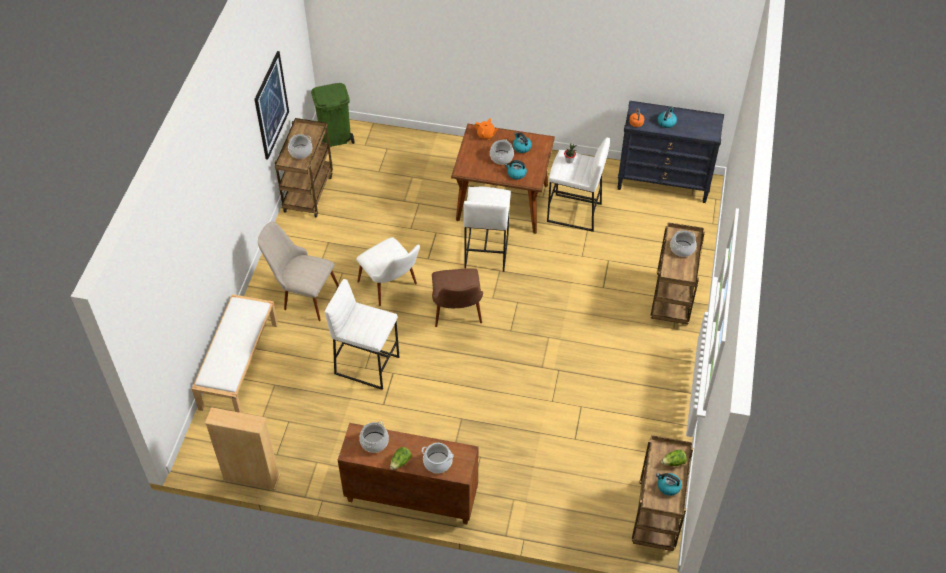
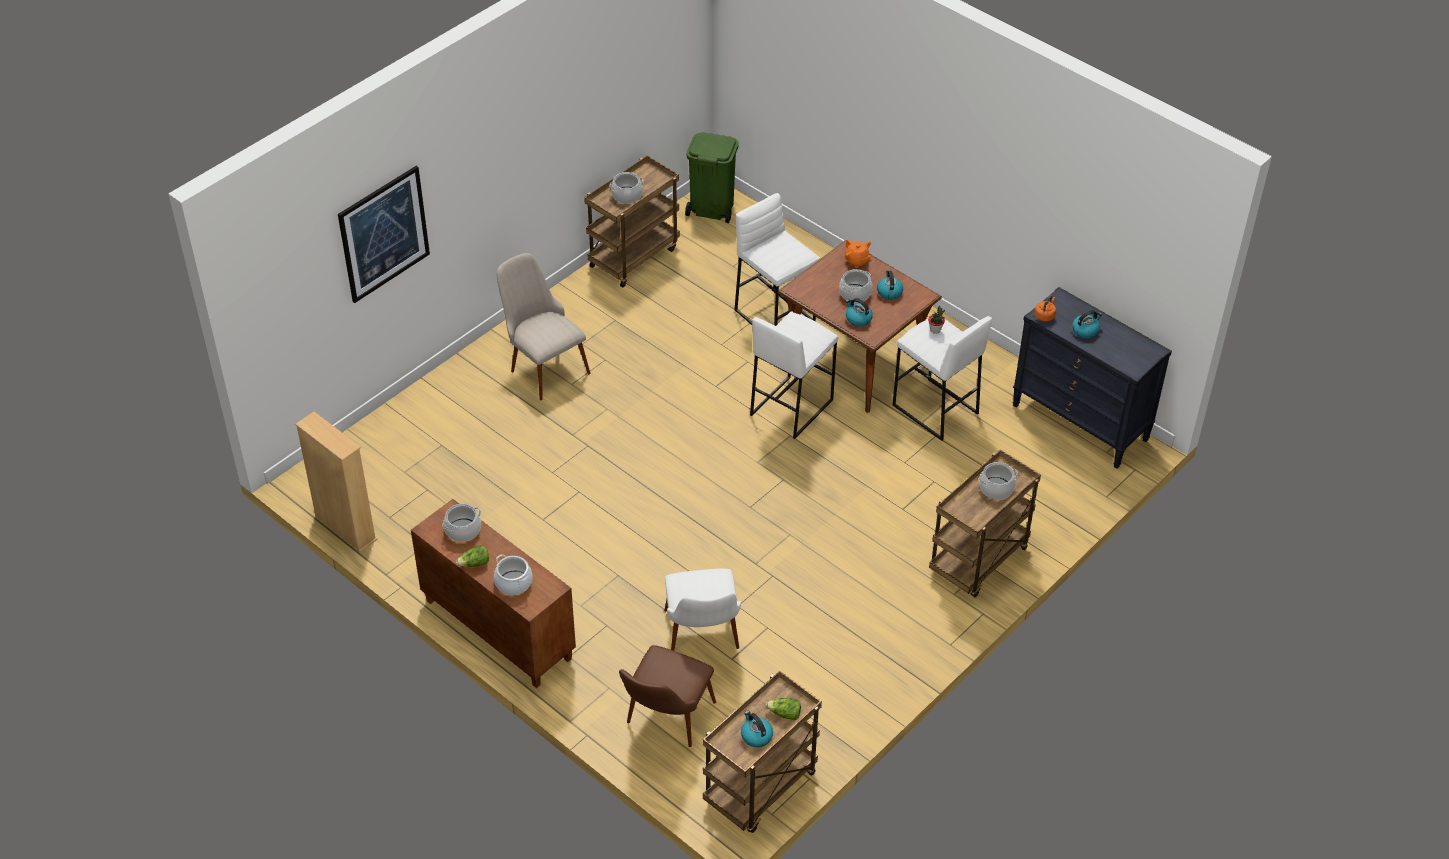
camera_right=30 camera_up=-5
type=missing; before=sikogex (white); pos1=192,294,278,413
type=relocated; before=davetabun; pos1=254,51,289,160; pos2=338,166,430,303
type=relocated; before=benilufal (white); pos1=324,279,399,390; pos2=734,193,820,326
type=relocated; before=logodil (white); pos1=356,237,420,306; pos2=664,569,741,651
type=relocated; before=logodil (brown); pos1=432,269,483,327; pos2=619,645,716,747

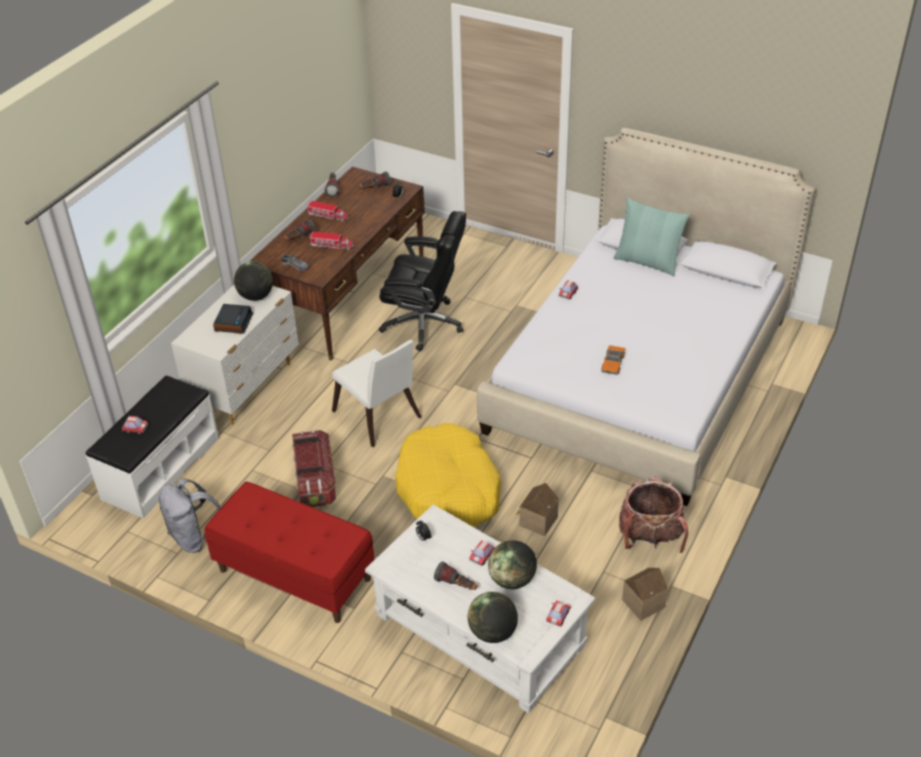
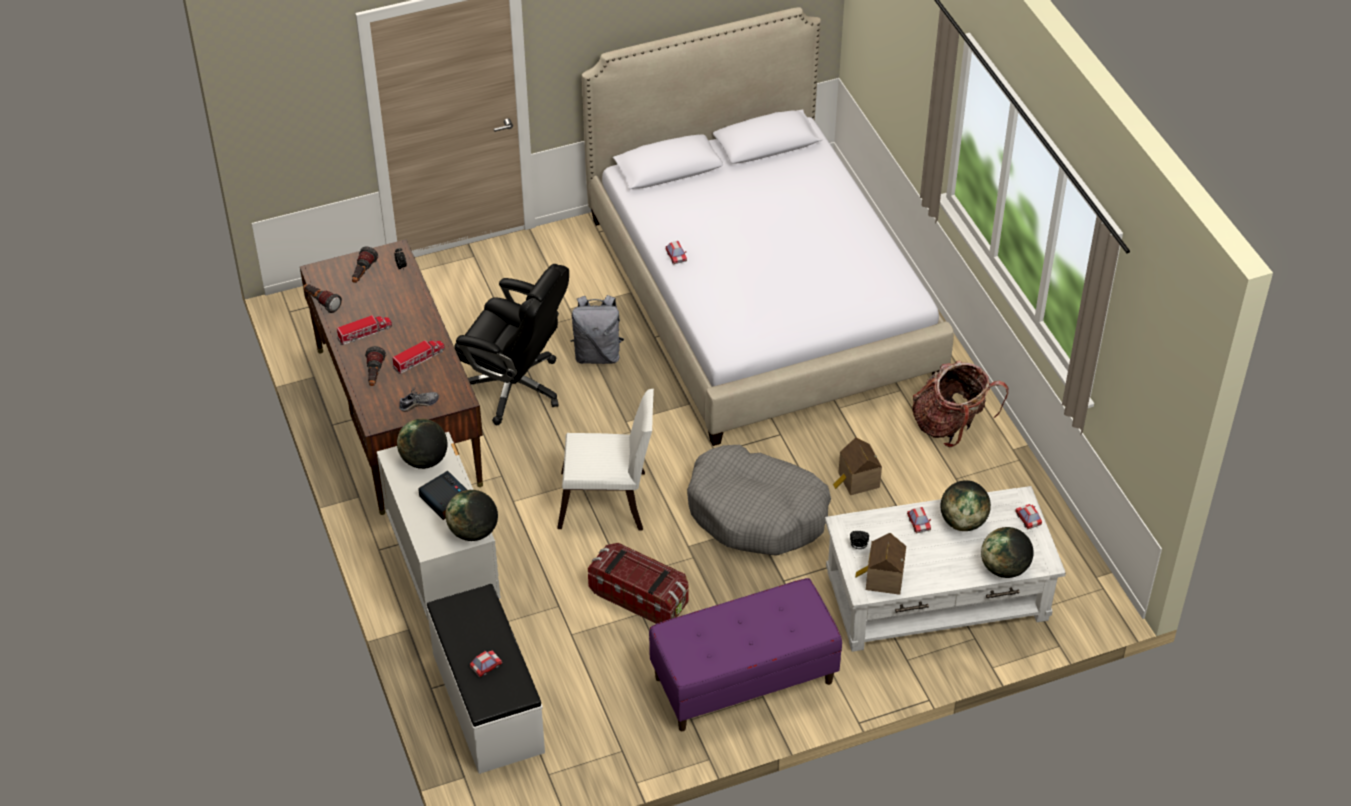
camera_right=-50 camera_up=5
type=missing; before=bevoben; pos1=434,562,477,590
type=missing; before=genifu; pos1=601,345,625,375
type=missing; before=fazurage; pos1=614,198,689,276
type=appeared; after=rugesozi; pos2=446,490,498,541
type=relocated; before=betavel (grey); pos1=159,478,221,553; pos2=571,295,624,364
type=relocated; before=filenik; pos1=622,568,668,621; pos2=855,533,906,595
type=colour; before=sikogex (red); after=sikogex (purple); pos1=204,482,374,623; pos2=649,578,842,731
type=colour; before=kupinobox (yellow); after=kupinobox (grey); pos1=395,423,501,527; pos2=687,445,831,556
type=spun; before=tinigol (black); pos1=379,211,466,352; pos2=454,264,569,425; turn=60

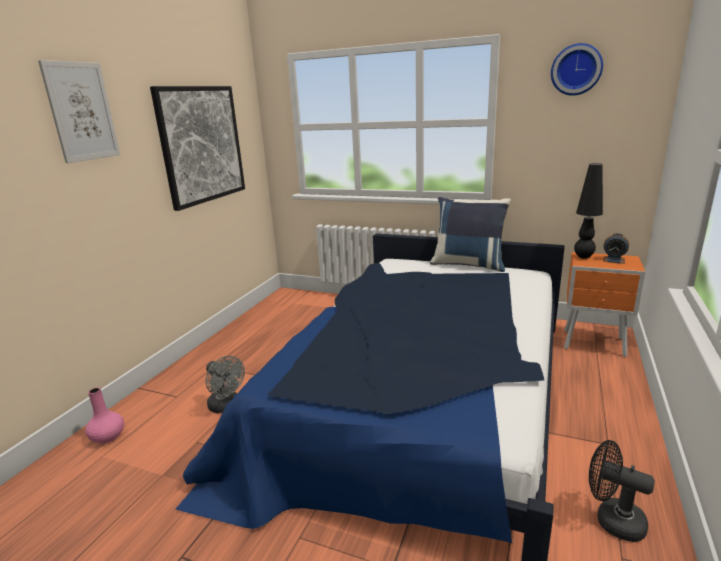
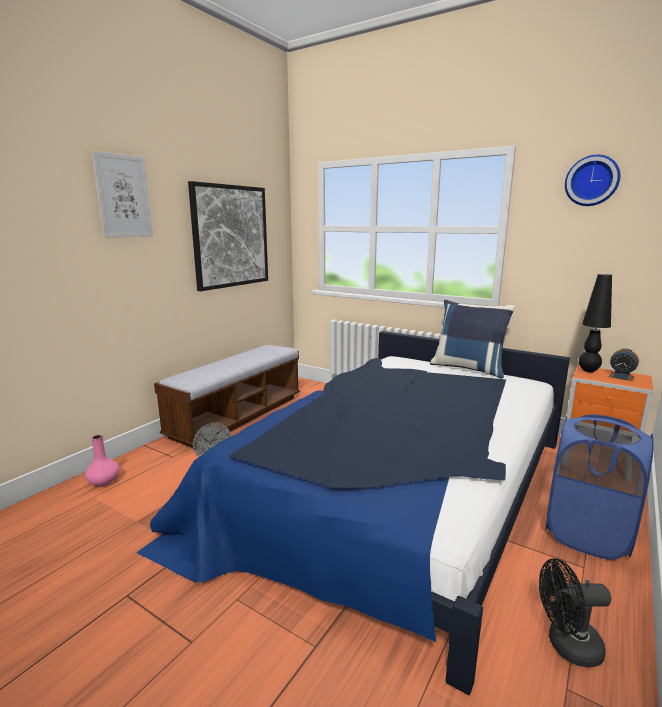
camera_right=10 camera_up=-5
type=appeared; after=sikogex; pos2=154,345,300,449
type=appeared; after=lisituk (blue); pos2=546,414,654,560
type=spun; before=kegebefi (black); pos1=589,440,655,542; pos2=539,558,611,667; turn=-45

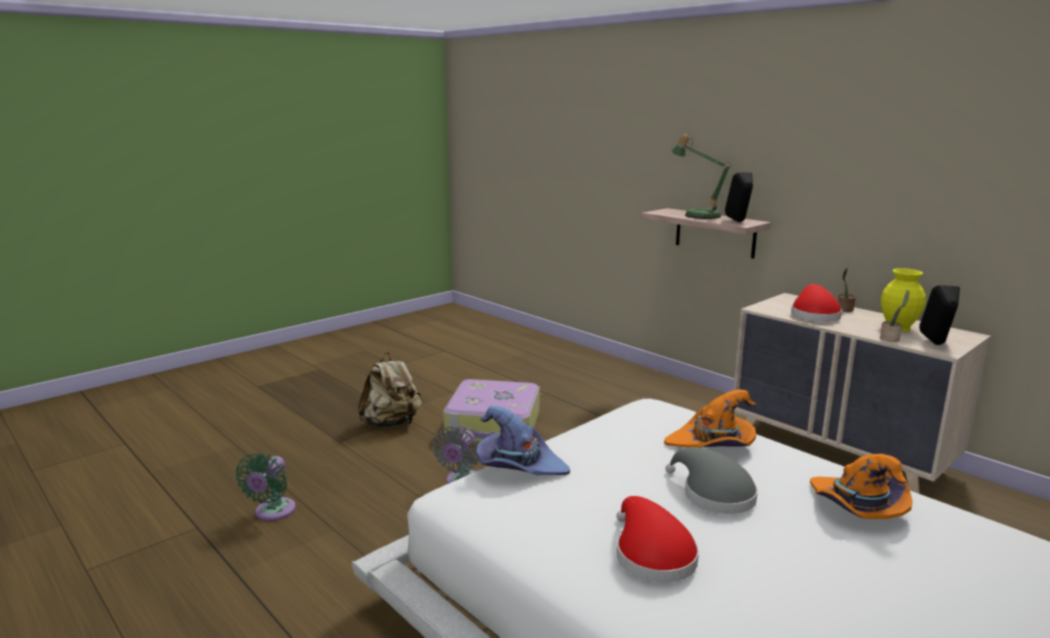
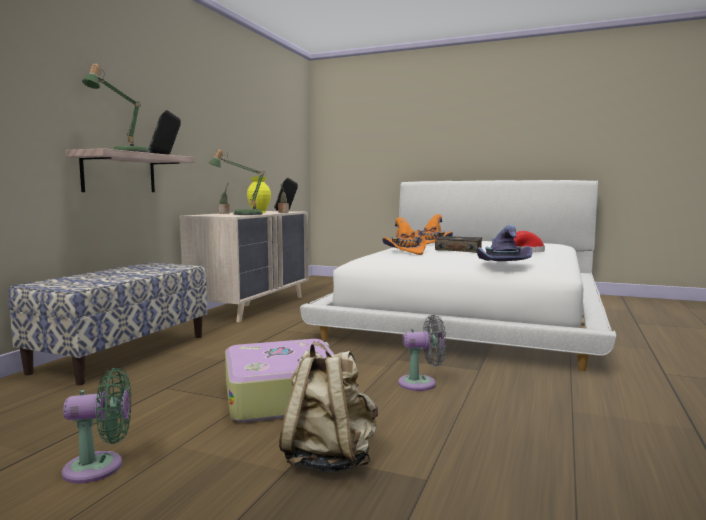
camera_right=-115 camera_up=-10
type=appeared; after=sikogex; pos2=8,262,207,385
type=relocated; before=kegebefi (green); pos1=236,453,296,521; pos2=62,368,131,484
type=exchanged; before=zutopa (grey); after=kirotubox; pos1=665,447,758,514; pos2=435,236,483,253
type=exchanged; before=zutopa (red); after=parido; pos1=791,284,842,322; pos2=209,149,265,215

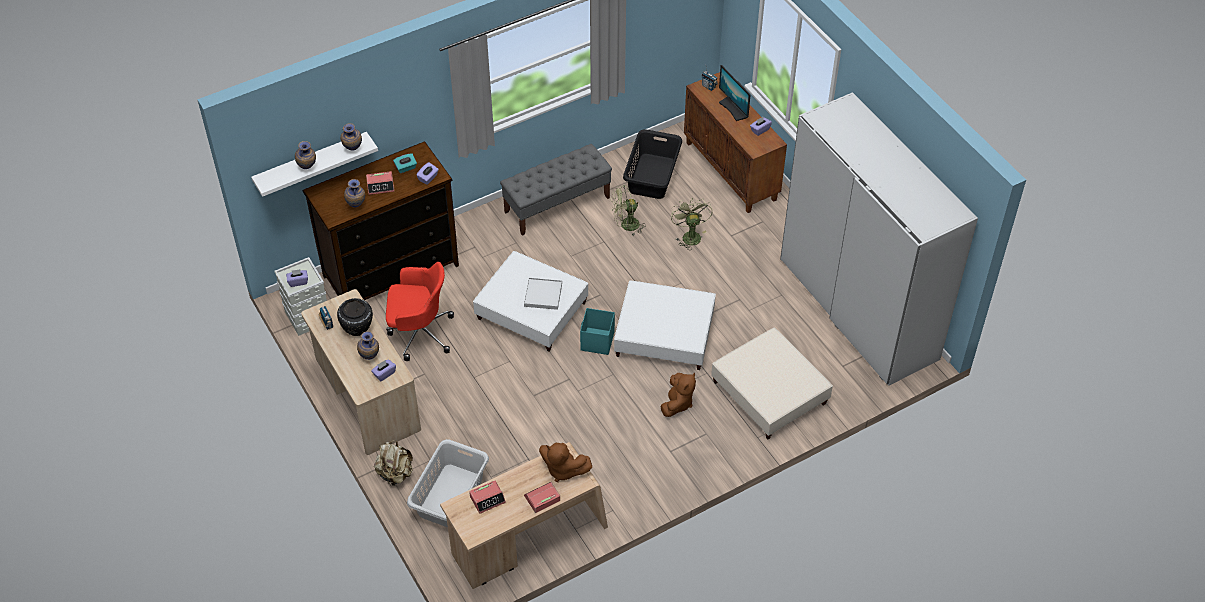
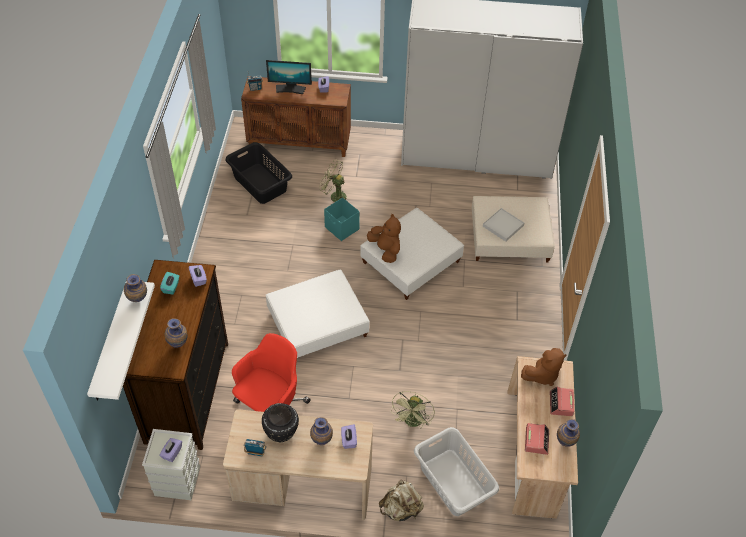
camera_right=-55 camera_up=0
type=missing; before=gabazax; pos1=366,171,394,195
type=missing; before=sikogex (grey); pos1=500,144,612,236
type=relocated; before=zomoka; pos1=295,141,316,169; pos2=557,419,580,447
type=relocated; before=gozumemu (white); pos1=524,278,562,310; pos2=483,208,524,242
type=relocated; before=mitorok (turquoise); pos1=580,308,615,355; pos2=324,197,360,241
type=relocated; before=kegebefi (green); pos1=611,185,645,236; pos2=391,391,435,429
type=relocated; before=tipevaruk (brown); pos1=660,372,696,417; pos2=367,214,401,263

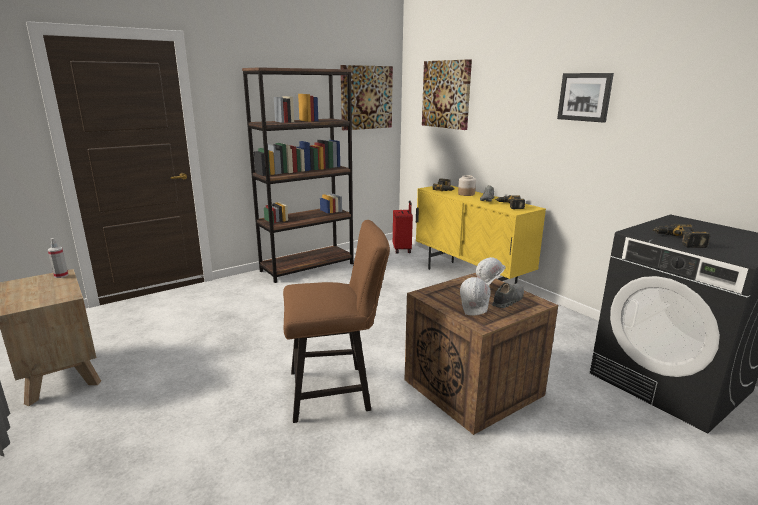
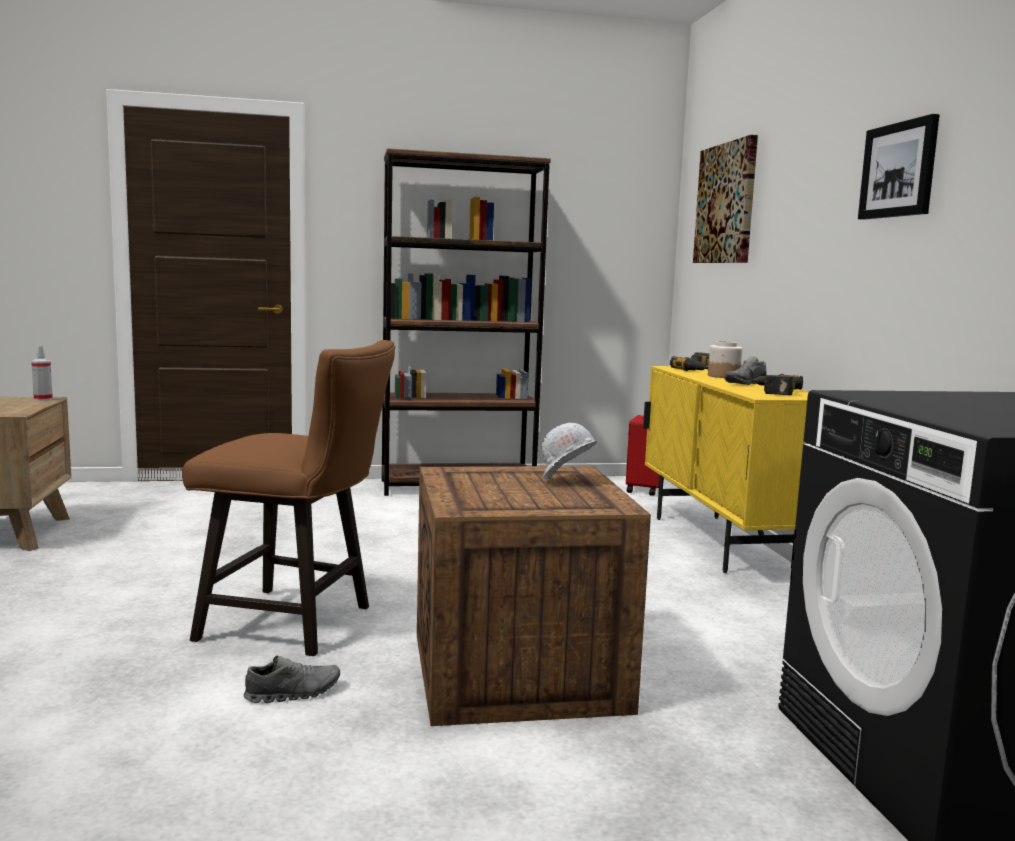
camera_right=25 camera_up=-10
type=missing; before=davetabun; pos1=340,65,393,130
type=missing; before=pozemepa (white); pos1=460,277,491,315
type=missing; before=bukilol; pos1=652,224,710,248
type=relocated; before=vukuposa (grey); pos1=492,283,524,308; pos2=244,656,340,703

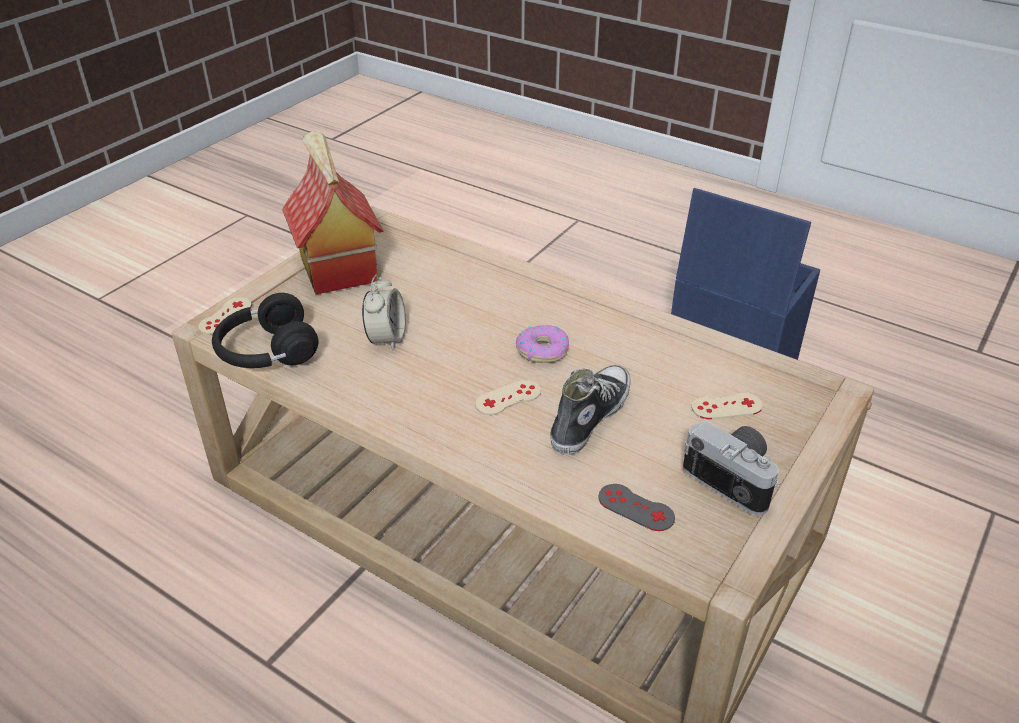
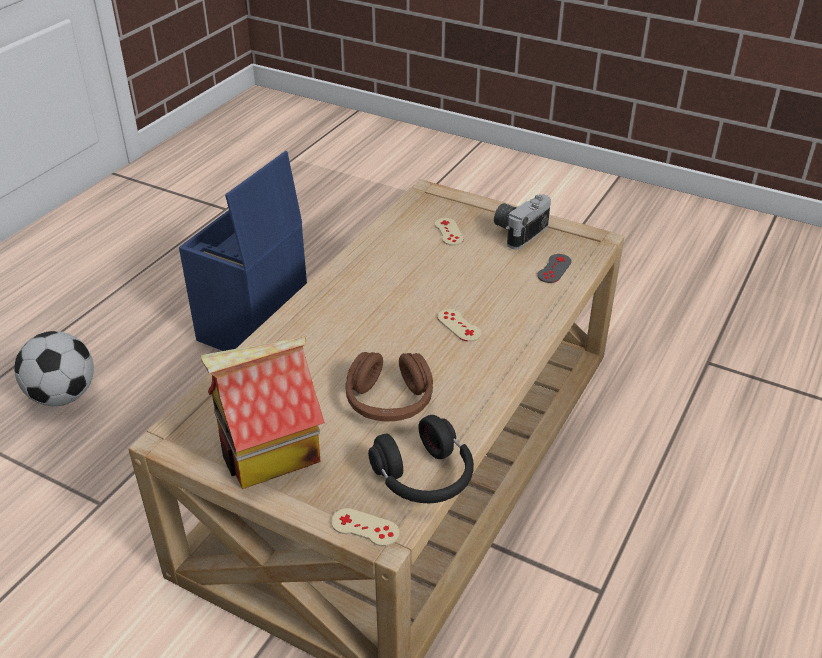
camera_right=-95 camera_up=0
type=missing; before=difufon; pos1=516,325,569,363
type=missing; before=vukuposa; pos1=550,365,631,455
type=appeared; after=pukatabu; pos2=14,331,94,406
type=exchanged; before=gabazax; after=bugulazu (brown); pos1=362,275,406,351; pos2=345,352,433,421

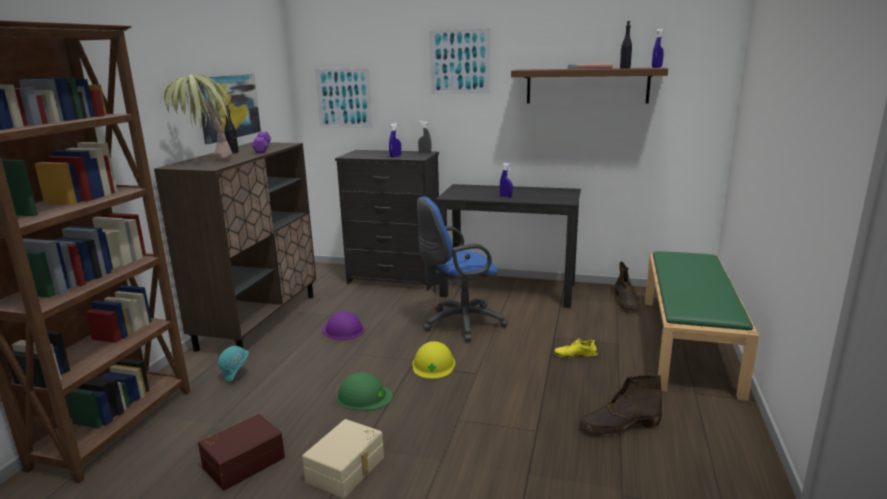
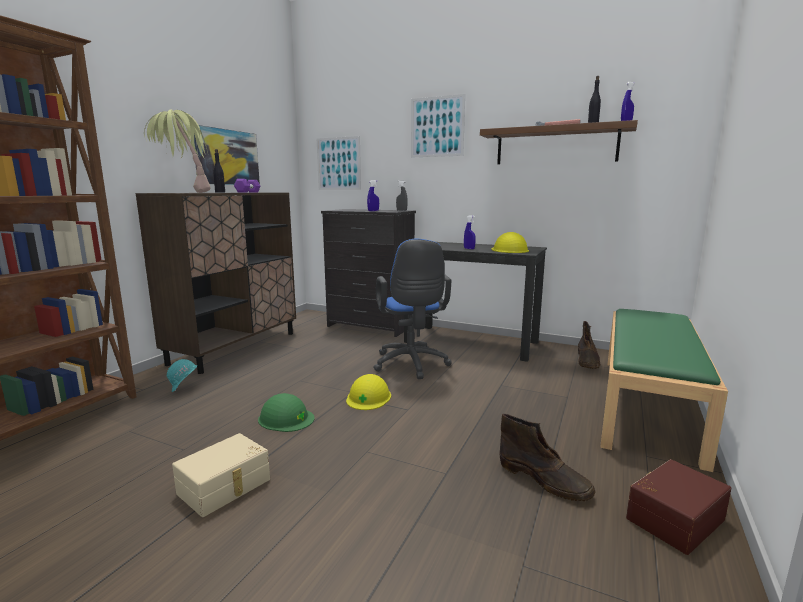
camera_right=10 camera_up=-5
type=missing; before=pozemepa (purple); pos1=322,311,364,340
type=missing; before=vukuposa (yellow); pos1=554,339,598,358
type=appeared; after=pozemepa (yellow); pos2=491,232,529,253
type=relocated; before=mitorok (brown); pos1=198,414,285,490; pos2=626,459,731,555
type=spun; before=tinigol (blue); pos1=417,196,508,342; pos2=373,239,452,379; turn=-90
type=spun; before=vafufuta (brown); pos1=580,375,662,435; pos2=499,414,595,501; turn=-135

